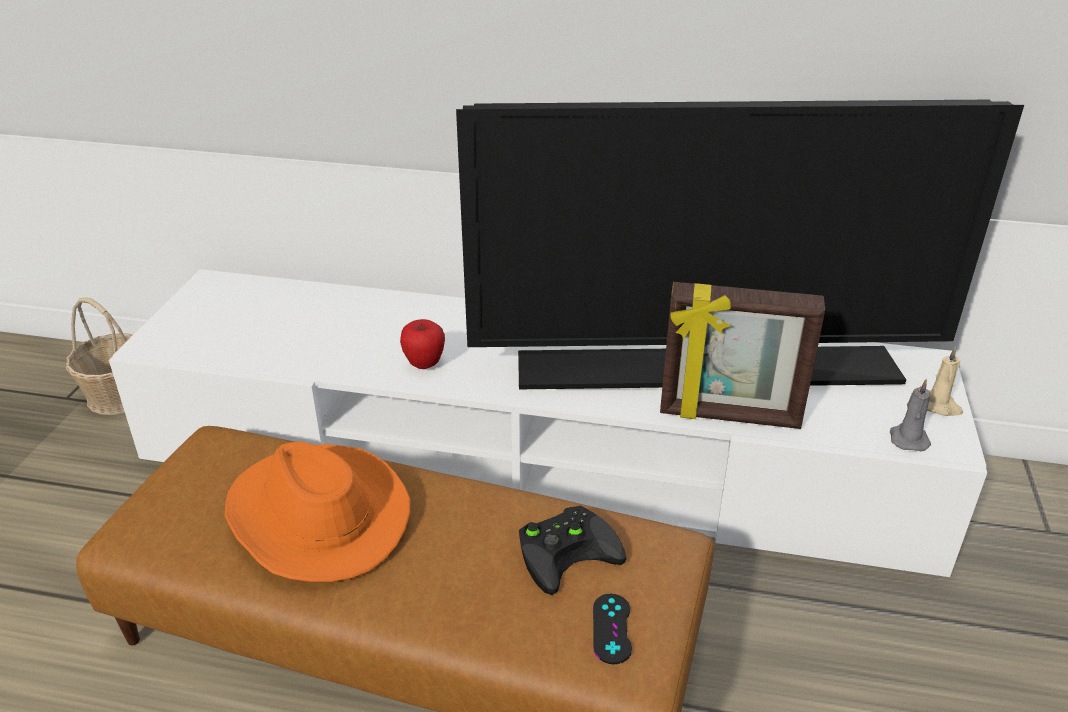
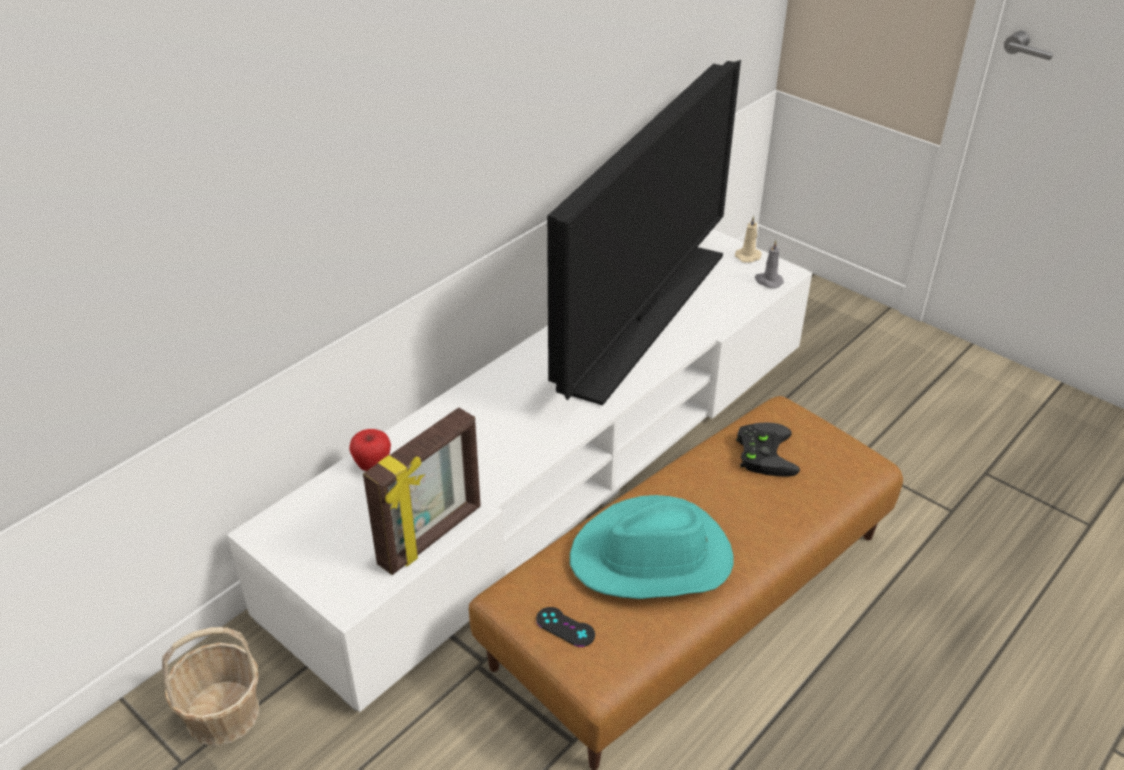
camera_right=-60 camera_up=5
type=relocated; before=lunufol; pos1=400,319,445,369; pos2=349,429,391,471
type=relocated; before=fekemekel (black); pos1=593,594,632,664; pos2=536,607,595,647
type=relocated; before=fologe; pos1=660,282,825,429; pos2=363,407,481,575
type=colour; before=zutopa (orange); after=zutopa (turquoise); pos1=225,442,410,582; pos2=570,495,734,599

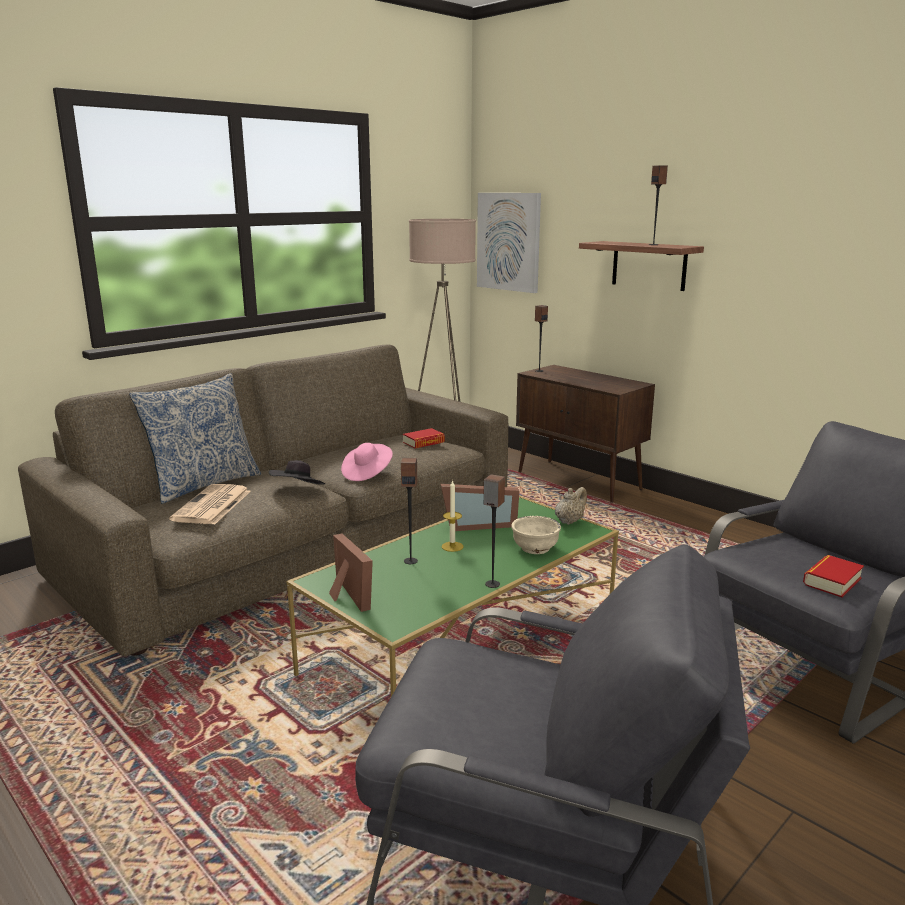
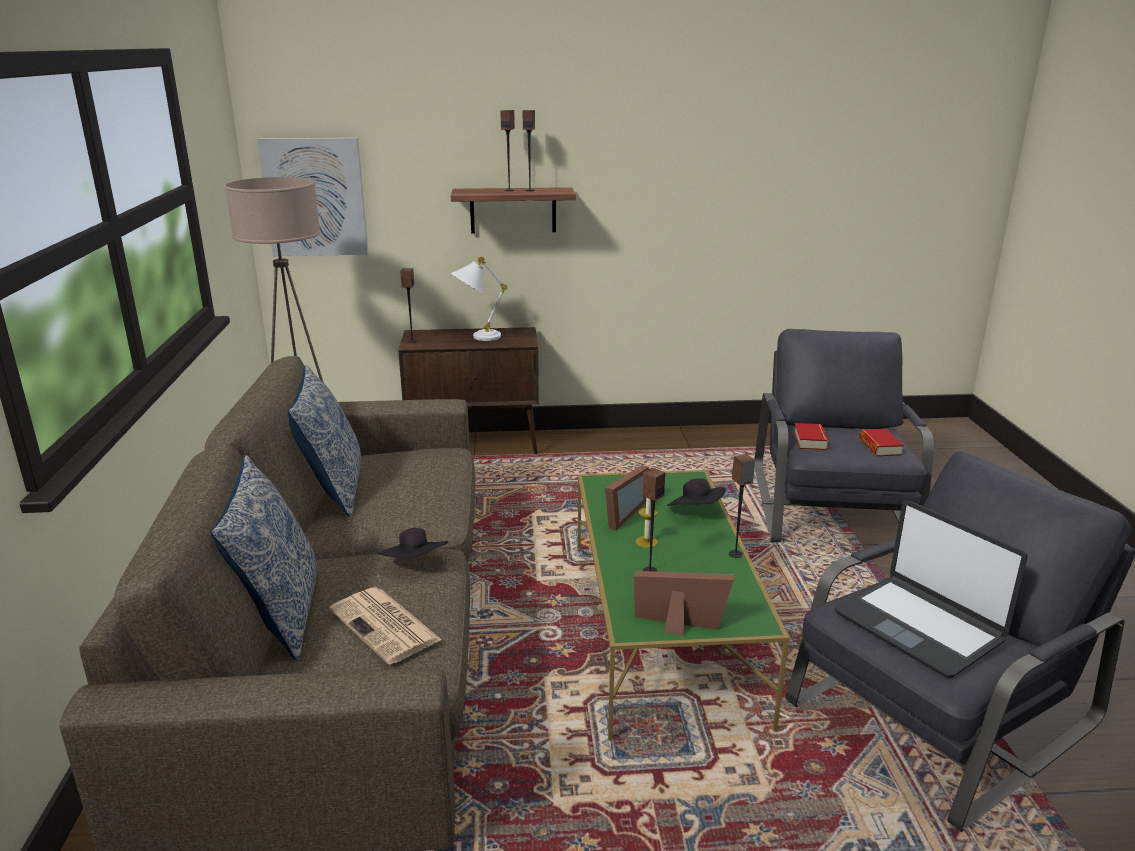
camera_right=-50 camera_up=5
type=missing; before=zutopa (pink); pos1=341,443,393,481
type=missing; before=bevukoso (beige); pos1=555,487,587,525
type=appeared; after=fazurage; pos2=288,365,361,517
type=appeared; after=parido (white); pos2=451,256,508,341
type=appeared; after=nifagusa; pos2=500,110,515,191
type=appeared; after=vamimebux; pos2=835,501,1027,678
type=relocated; before=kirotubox; pos1=403,428,445,449; pos2=794,423,829,450
type=exchanged; before=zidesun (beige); after=zutopa (black); pos1=511,516,561,554; pos2=666,478,726,506

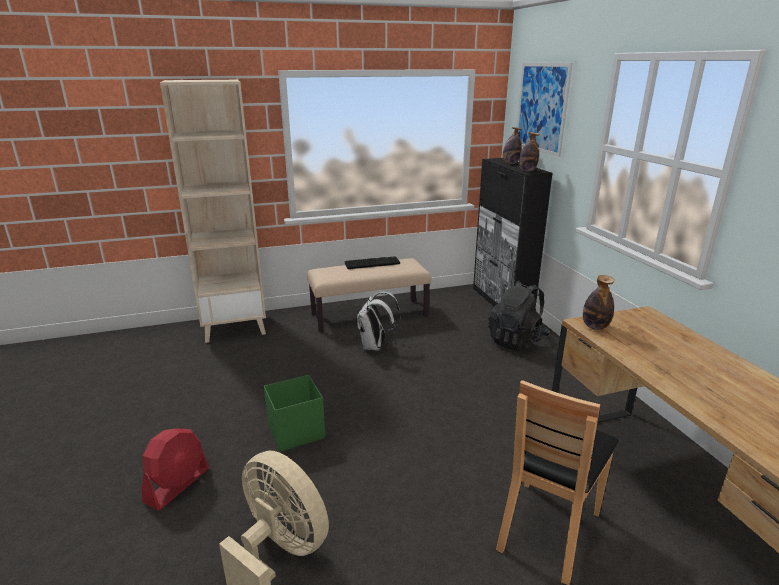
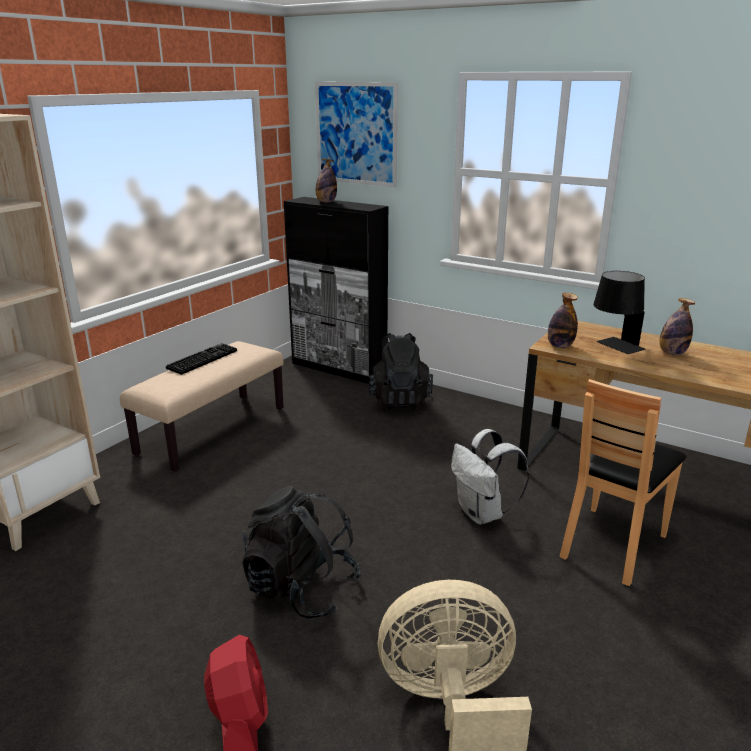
camera_right=-40 camera_up=0
type=appeared; after=parido (black); pos2=593,271,646,354
type=relocated; before=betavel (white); pos1=357,292,401,351; pos2=451,429,529,525
type=relocated; before=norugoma; pos1=519,132,539,172; pos2=659,298,695,355
type=exchanged; before=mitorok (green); after=betavel (black); pos1=264,375,325,452; pos2=242,486,362,619
type=spun; before=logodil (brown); pos1=496,380,619,585; pos2=559,379,687,586; turn=45

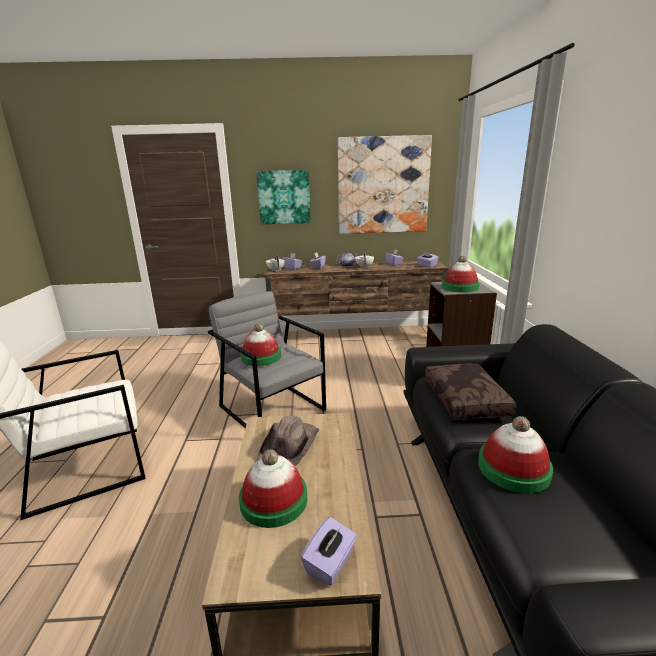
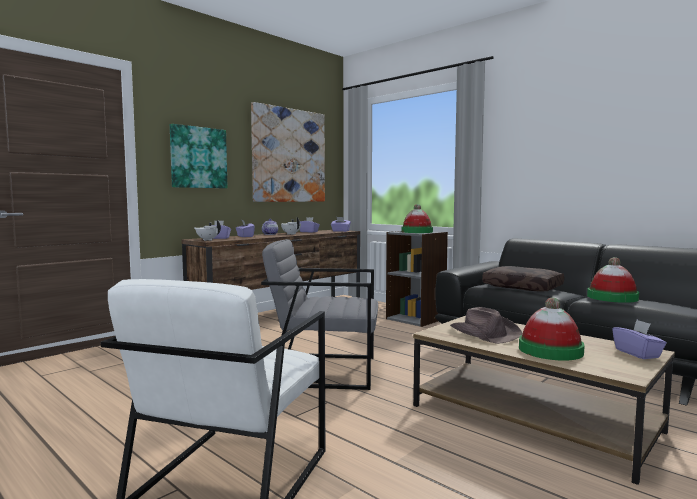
camera_right=-45 camera_up=-15
type=missing; before=zutopa; pos1=240,324,281,366

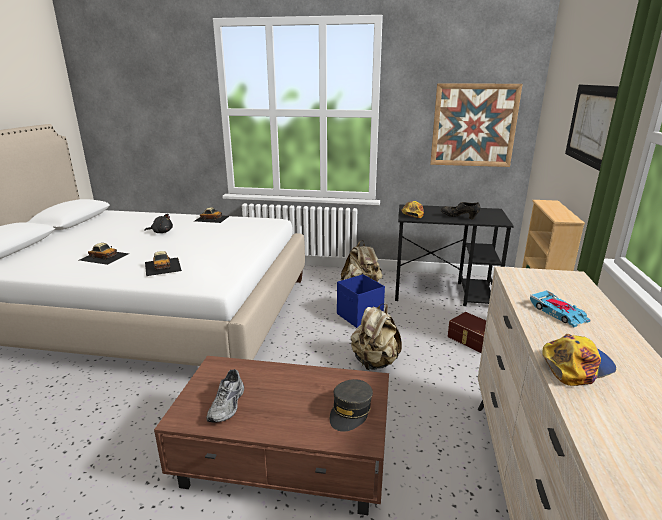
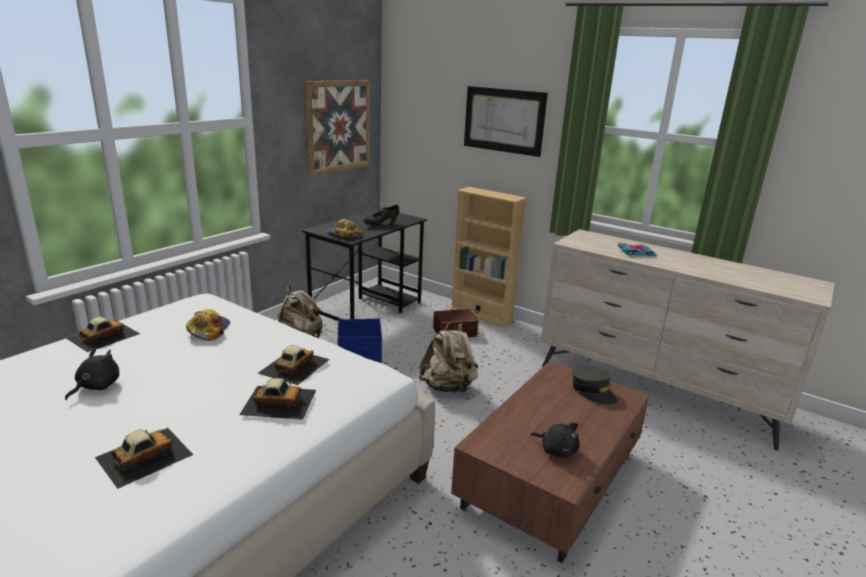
camera_right=-65 camera_up=0
type=appeared; after=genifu; pos2=258,346,330,385
type=relocated; before=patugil; pos1=542,334,616,386; pos2=186,309,230,341
type=exchanged; before=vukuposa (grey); after=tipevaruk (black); pos1=206,369,244,423; pos2=530,423,580,457

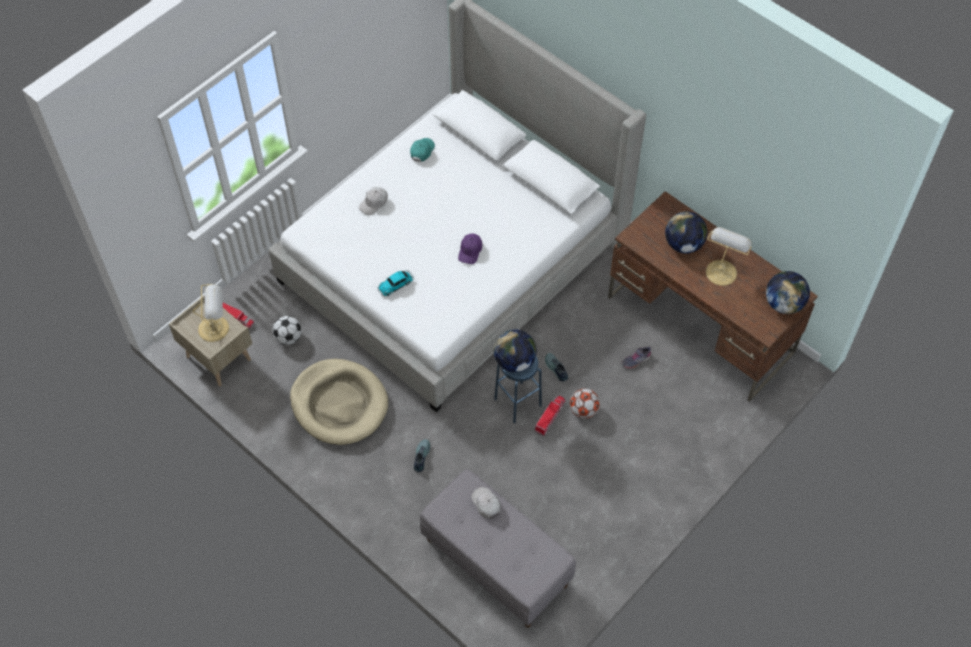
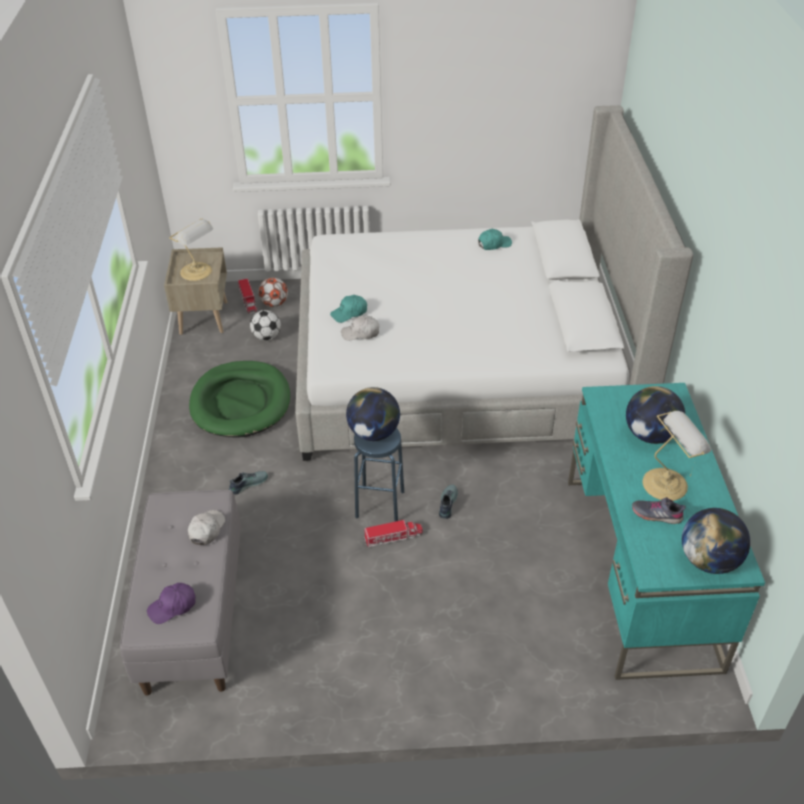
camera_right=45 camera_up=-15
type=relocated; before=patugil (white); pos1=359,187,388,215; pos2=341,316,379,341
type=relocated; before=patugil (purple); pos1=458,233,482,264; pos2=147,583,196,624
type=relocated; before=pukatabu; pos1=570,389,600,419; pos2=258,278,288,307
type=relocated; before=vukuposa (grey); pos1=621,346,651,369; pos2=632,497,686,524
type=exchanged; before=genifu; after=patugil (turquoise); pos1=378,270,414,296; pos2=330,295,367,323
type=colour; before=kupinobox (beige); after=kupinobox (green); pos1=290,359,388,445; pos2=189,361,290,437
type=colour; before=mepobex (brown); after=mepobex (turquoise); pos1=608,191,818,402; pos2=568,383,765,680

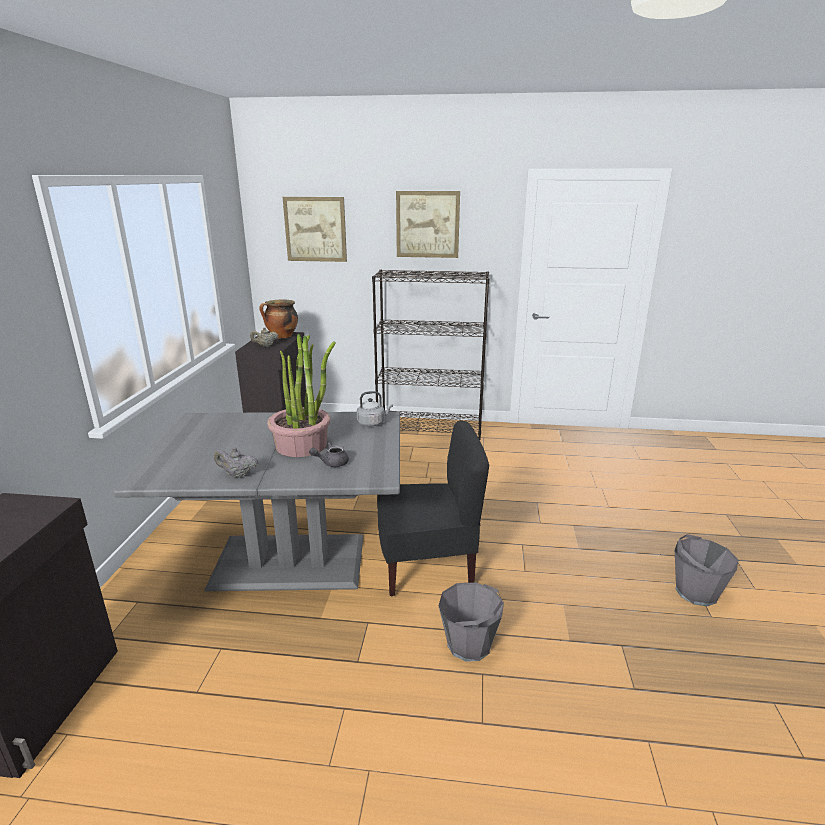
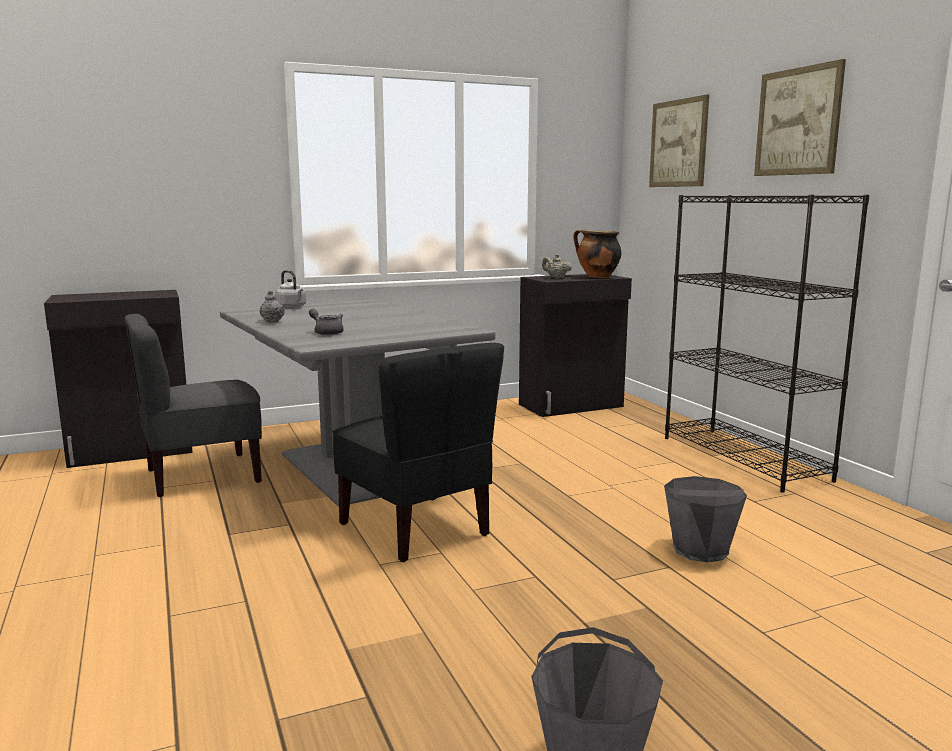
camera_right=60 camera_up=-10
type=missing; before=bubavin; pos1=268,333,336,457
type=appeared; after=logodil (grey); pos2=125,314,262,497
type=relocated; before=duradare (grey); pos1=357,391,393,427; pos2=275,270,306,309
type=relocated; before=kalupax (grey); pos1=438,582,504,662; pos2=664,476,747,562

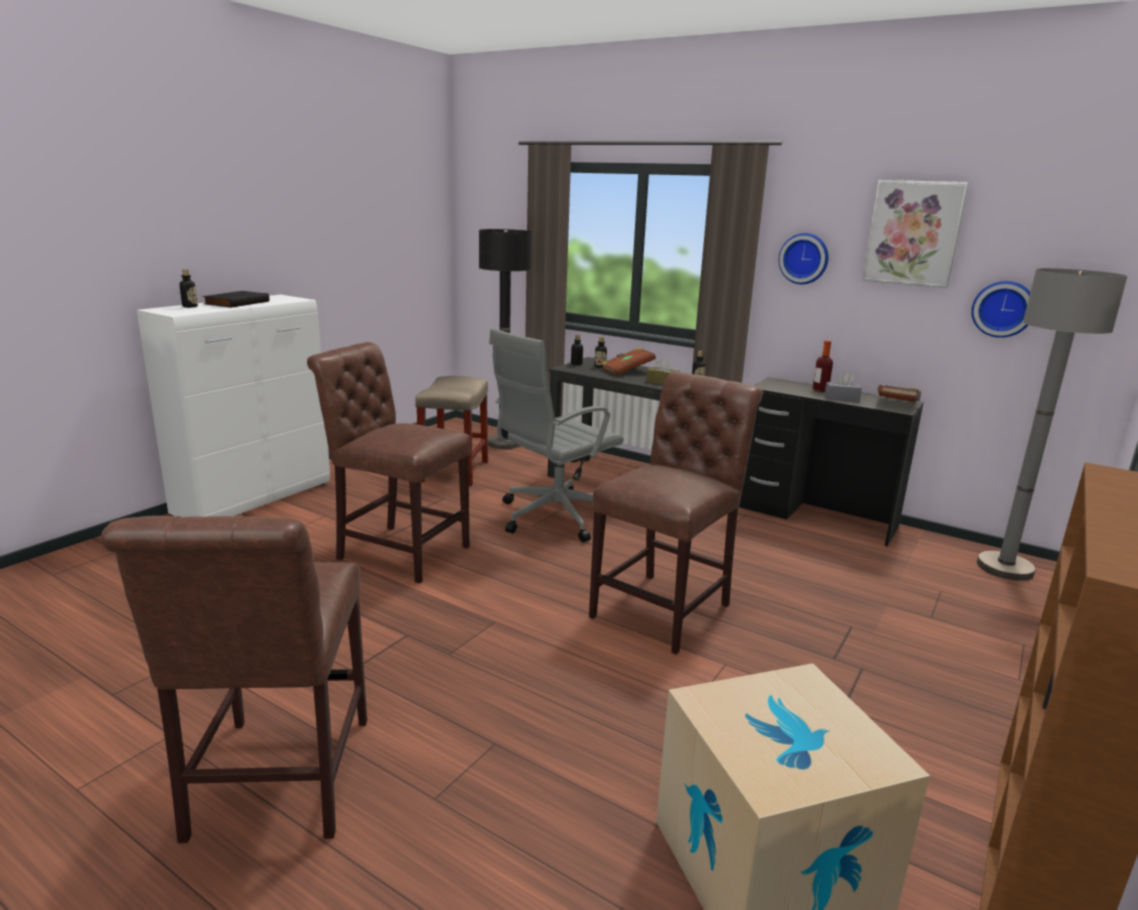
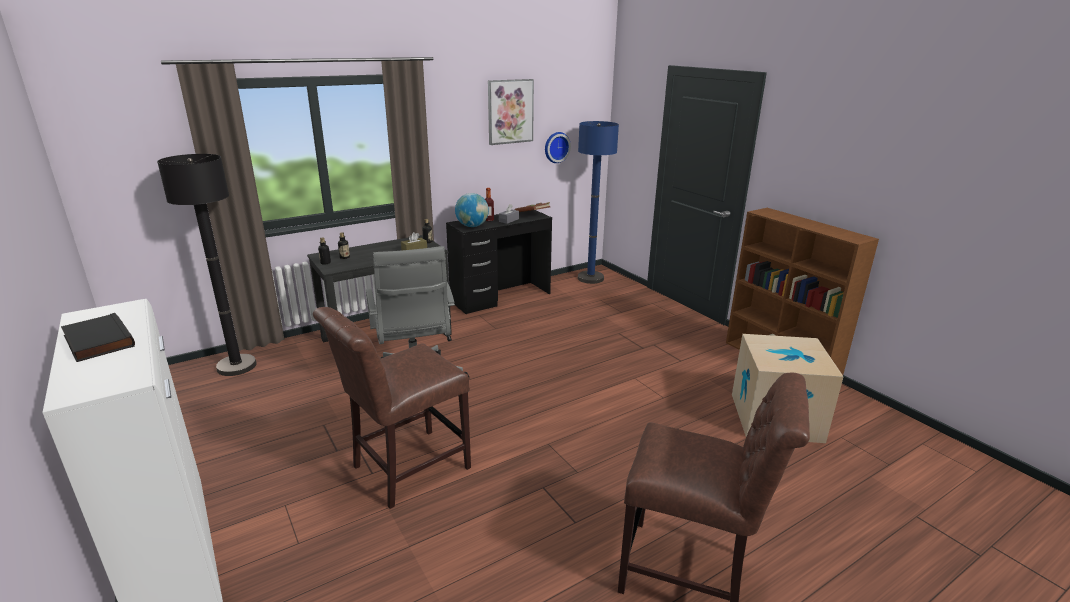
camera_right=-65 camera_up=5
type=missing; before=norugoma; pos1=179,269,198,308
type=missing; before=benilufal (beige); pos1=415,376,488,486
type=missing; before=logodil (brown); pos1=589,371,763,654
type=missing; before=kirotubox (brown); pos1=601,347,656,375
type=missing; before=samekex; pos1=779,233,829,284
type=appeared; after=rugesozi; pos2=455,193,489,227
type=colour; before=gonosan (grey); after=gonosan (blue); pos1=977,268,1128,581; pos2=578,121,619,284

